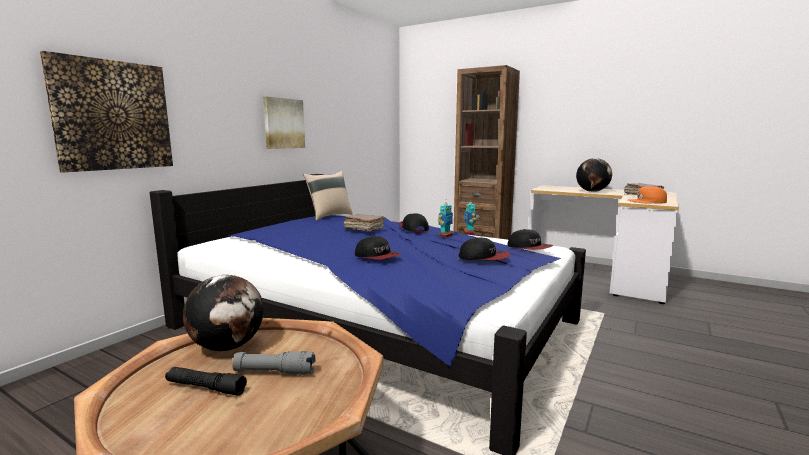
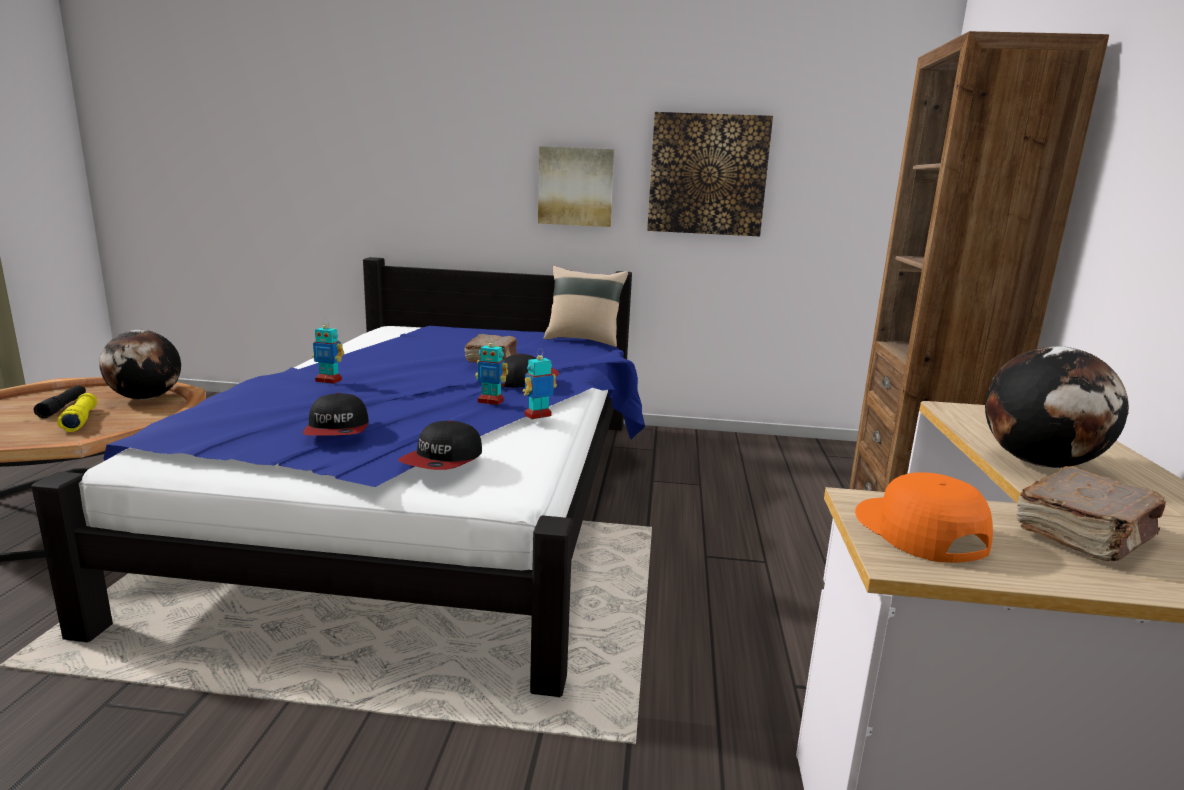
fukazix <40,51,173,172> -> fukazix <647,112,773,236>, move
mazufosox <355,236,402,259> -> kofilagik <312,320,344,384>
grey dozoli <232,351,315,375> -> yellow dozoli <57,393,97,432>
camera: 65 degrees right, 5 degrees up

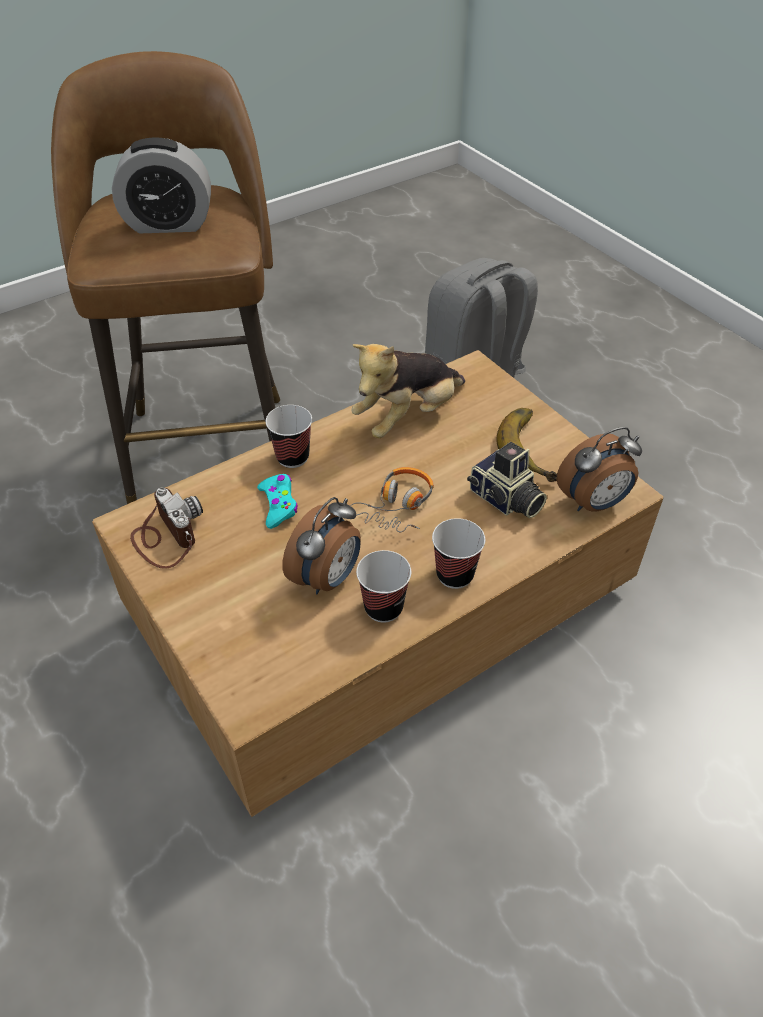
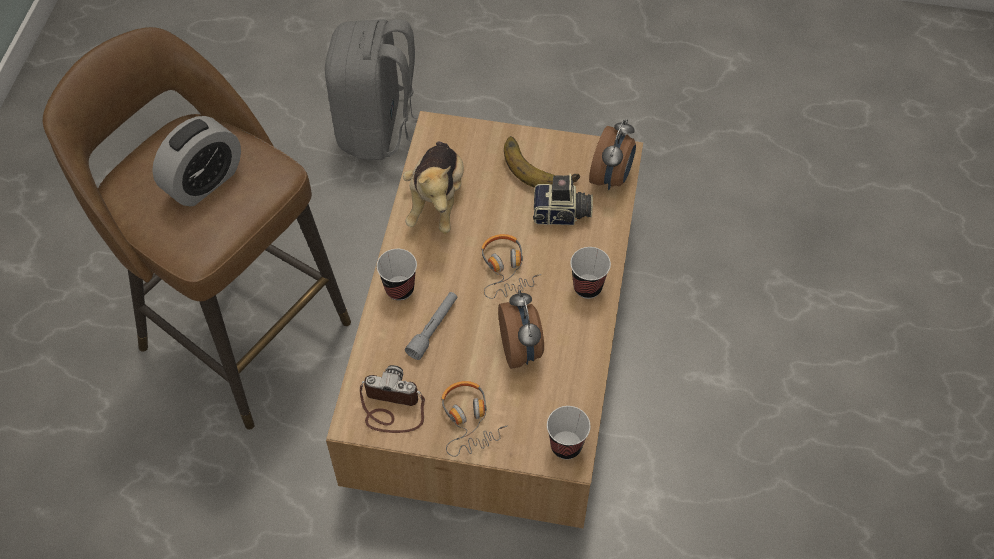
none -> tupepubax <441,381,508,457>
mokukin <356,550,411,622> -> mokukin <547,406,590,459>, move
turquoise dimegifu <257,474,298,529> -> grey dozoli <405,292,457,360>
camera: 45 degrees left, 10 degrees up

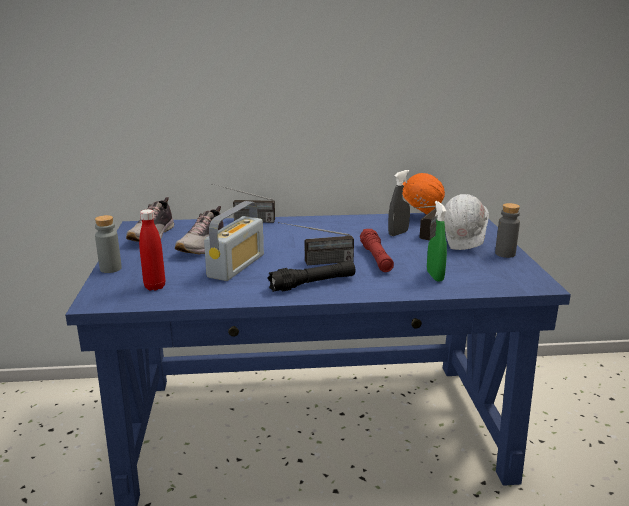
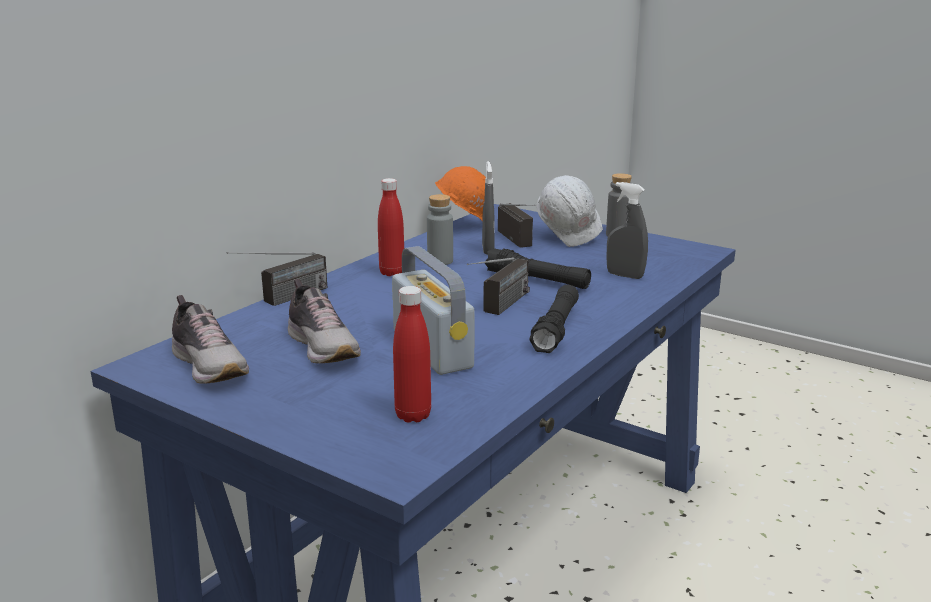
none -> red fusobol <378,178,404,276>
grey fusobol <95,215,122,273> -> grey fusobol <427,194,453,265>, move
red dozoli <360,229,394,272> -> black dozoli <485,248,591,289>
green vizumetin <427,201,447,282> -> grey vizumetin <606,182,648,279>
camera: 50 degrees left, 0 degrees up

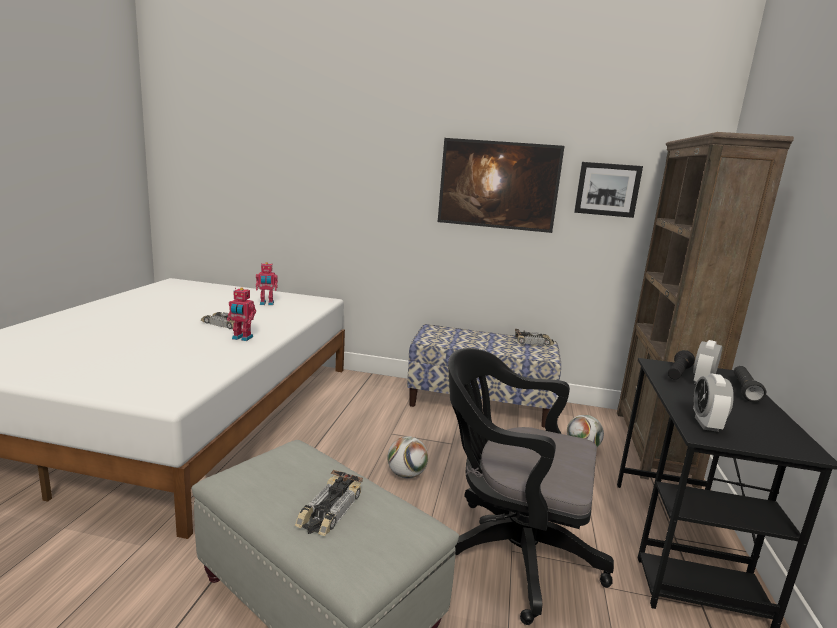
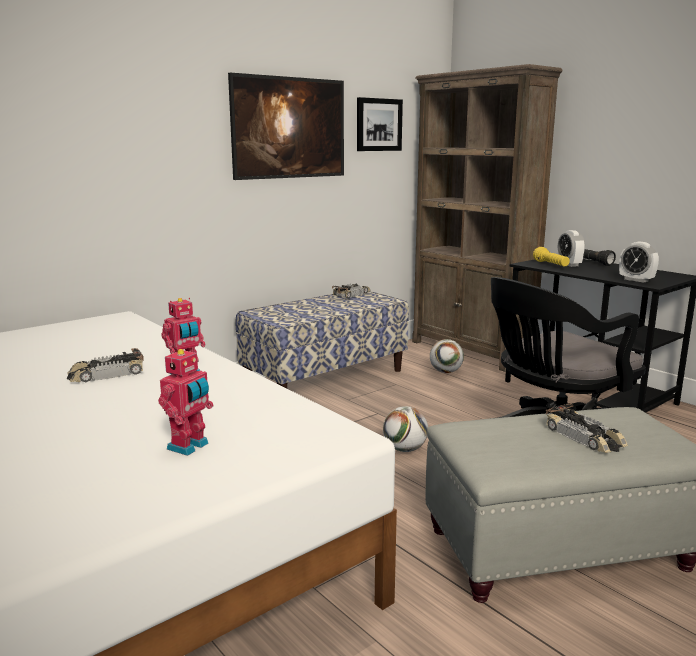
kofilagik <256,262,278,305> -> kofilagik <158,347,213,456>, move
black dozoli <668,350,695,380> -> yellow dozoli <533,247,570,266>
camera: 50 degrees left, 0 degrees up

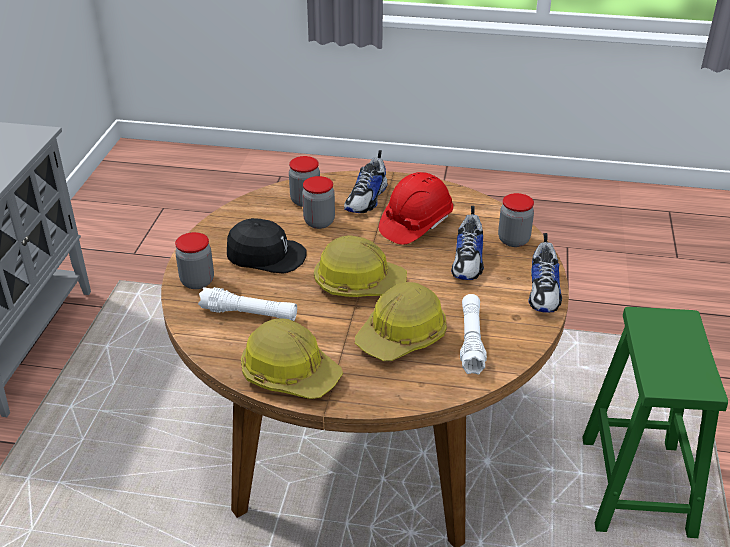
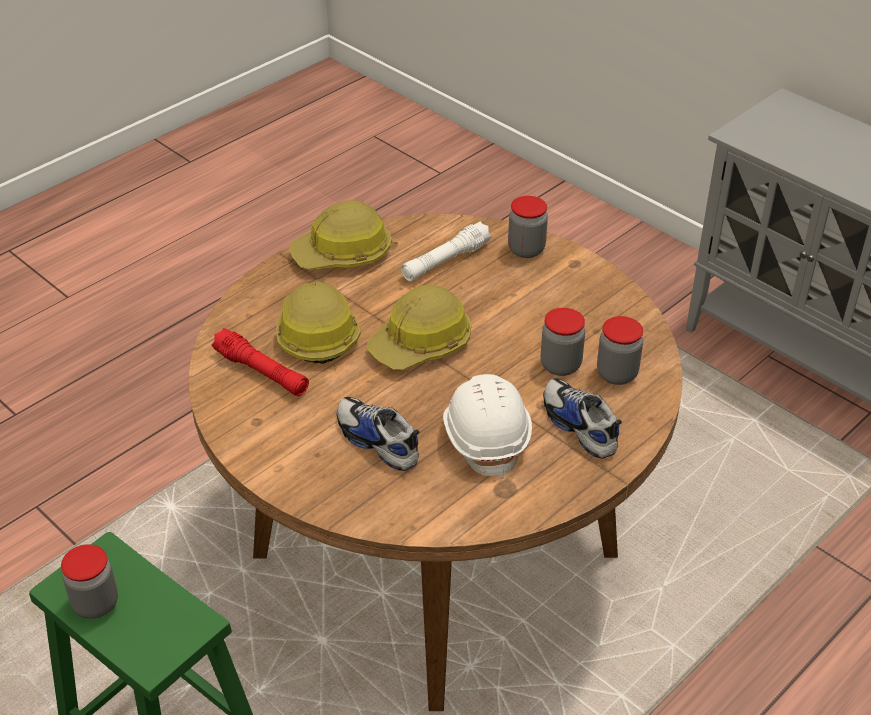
black mazufosox <227,218,307,274> -> none
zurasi <528,233,562,312> -> none
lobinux <498,193,534,247> -> lobinux <61,544,118,619>, move
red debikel <379,172,453,245> -> white debikel <443,374,532,479>
white dozoli <460,294,487,375> -> red dozoli <212,328,309,396>
camera: 125 degrees right, 5 degrees up

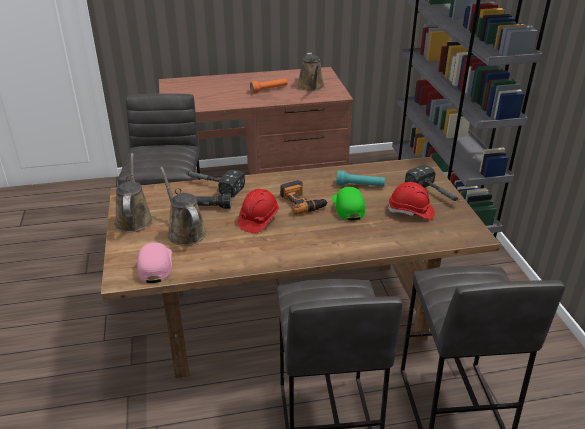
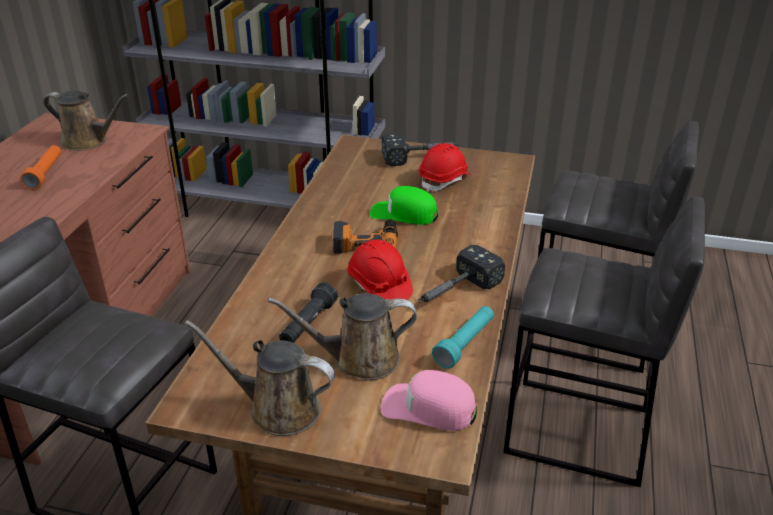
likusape <185,170,245,197> -> likusape <418,245,505,303>, move
turquoise dozoli <336,170,385,186> -> turquoise dozoli <432,306,494,369>, move
camera: 65 degrees left, 0 degrees up

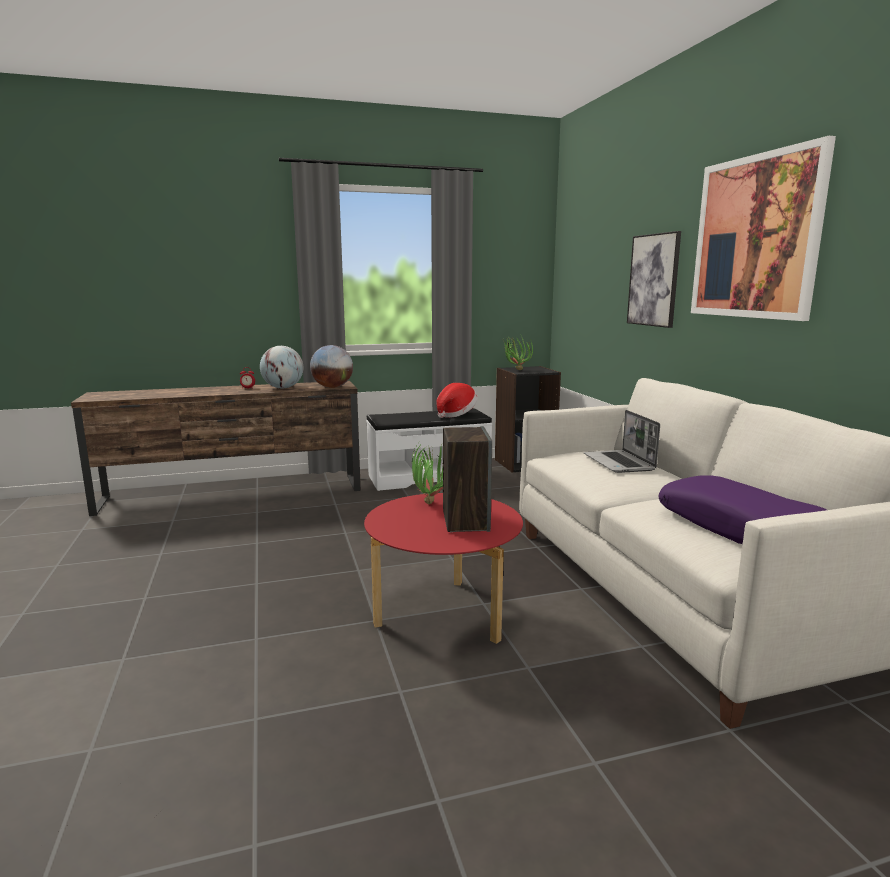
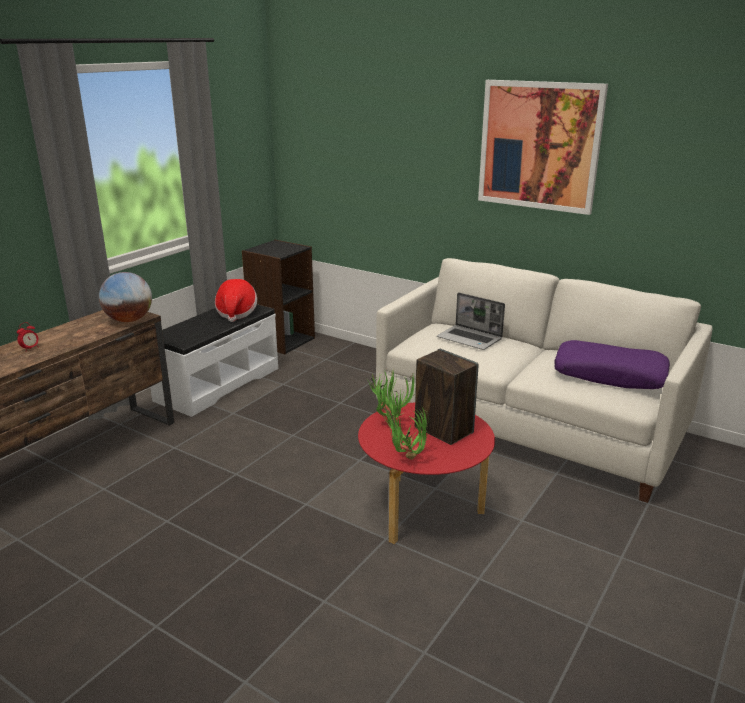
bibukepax <260,346,303,388> -> none
fukazix <627,231,681,328> -> none
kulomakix <504,337,533,370> -> kulomakix <381,404,428,460>, move
camera: 40 degrees left, 10 degrees up

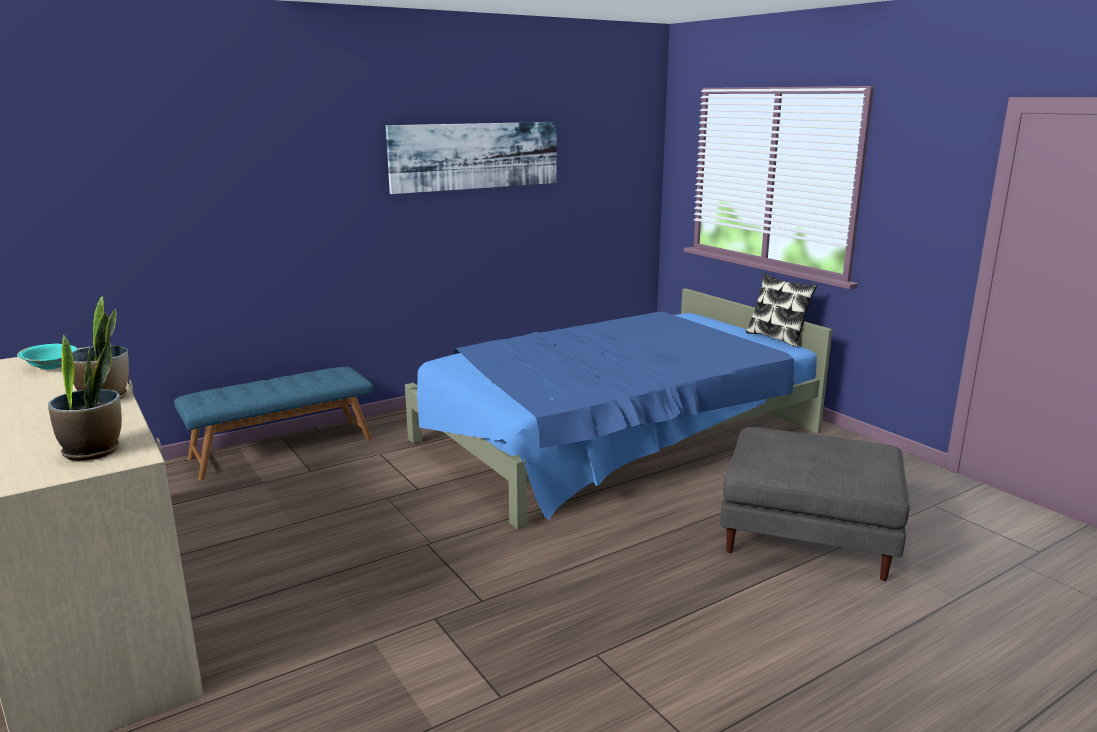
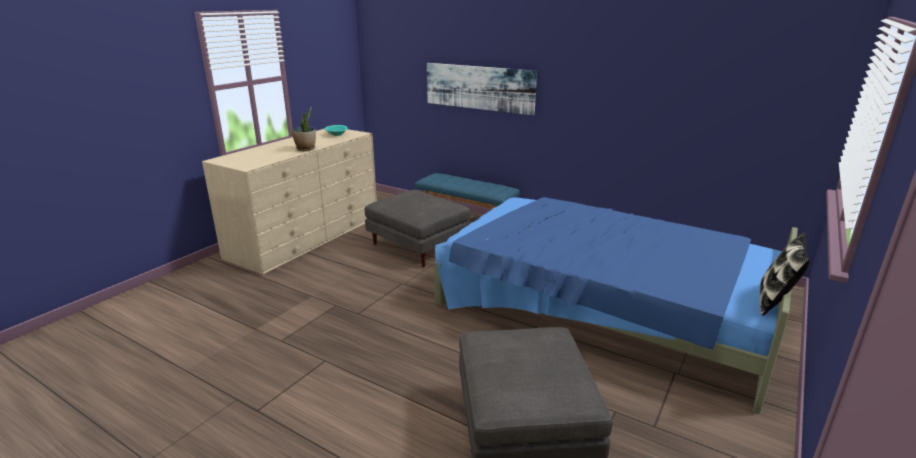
kulomakix <48,334,122,461> -> none
none -> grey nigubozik <365,190,470,267>
fukazix <386,122,557,194> -> fukazix <427,63,537,115>, move
camera: 65 degrees right, 5 degrees up

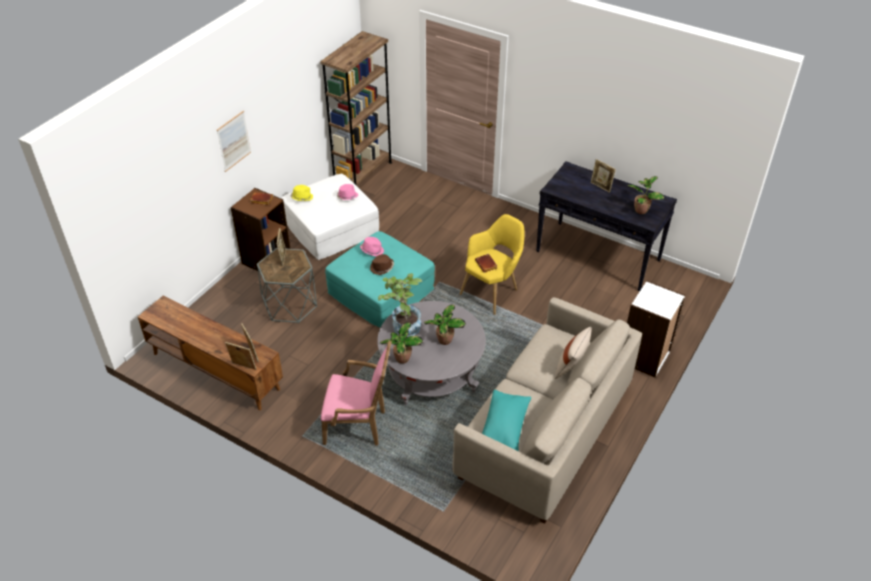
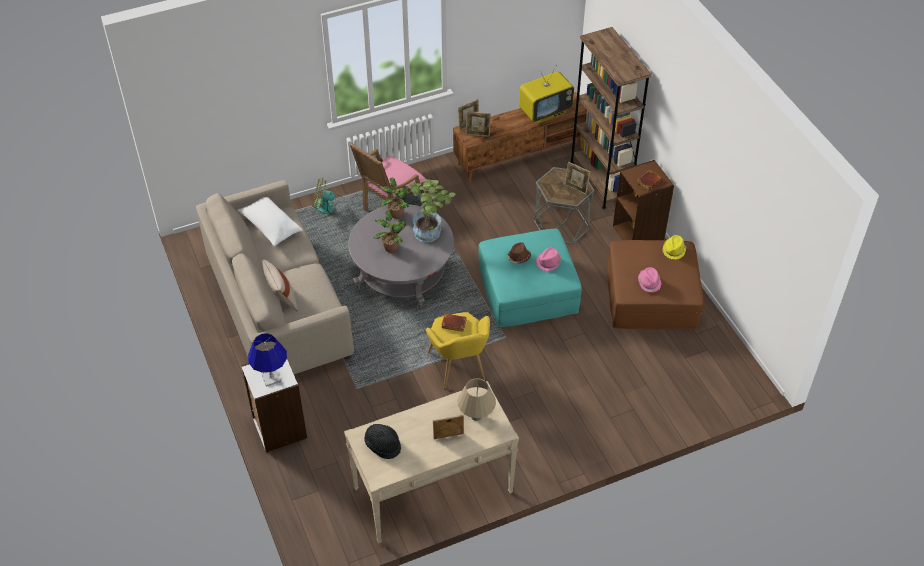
fukazix <217,111,251,172> -> none
none -> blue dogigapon <248,333,287,387>
none -> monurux <313,178,346,215>
none -> beige dogigapon <457,378,496,421>
none -> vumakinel <519,65,574,124>
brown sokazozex <320,31,392,186> -> brown sokazozex <570,27,652,209>, move
kulomakix <627,176,665,214> -> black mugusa <364,424,401,459>
white nigubozik <281,174,379,260> -> brown nigubozik <607,240,704,330>
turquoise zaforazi <482,390,531,451> -> white zaforazi <237,197,303,246>
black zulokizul <536,161,677,292> -> beige zulokizul <344,381,519,544>
camera: 125 degrees right, 5 degrees up

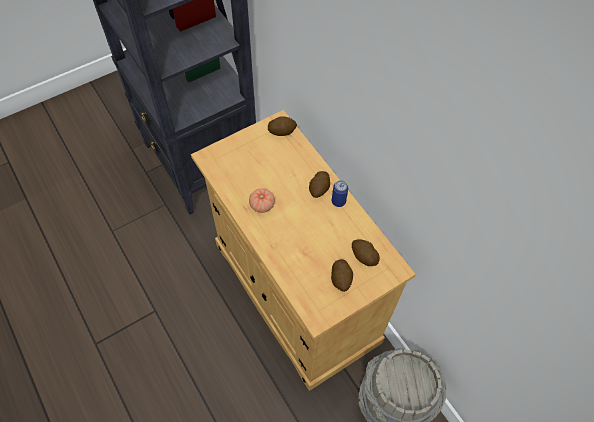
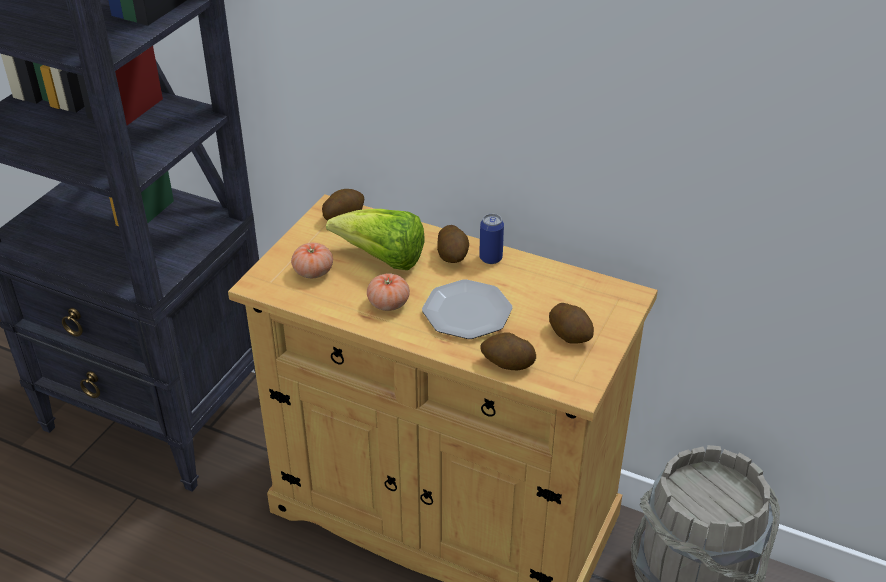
none -> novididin <291,243,333,278>
none -> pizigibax <326,209,425,270>
none -> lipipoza <422,279,512,339>
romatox <352,239,380,266> -> romatox <481,332,536,370>, move
camera: 30 degrees left, 20 degrees down

